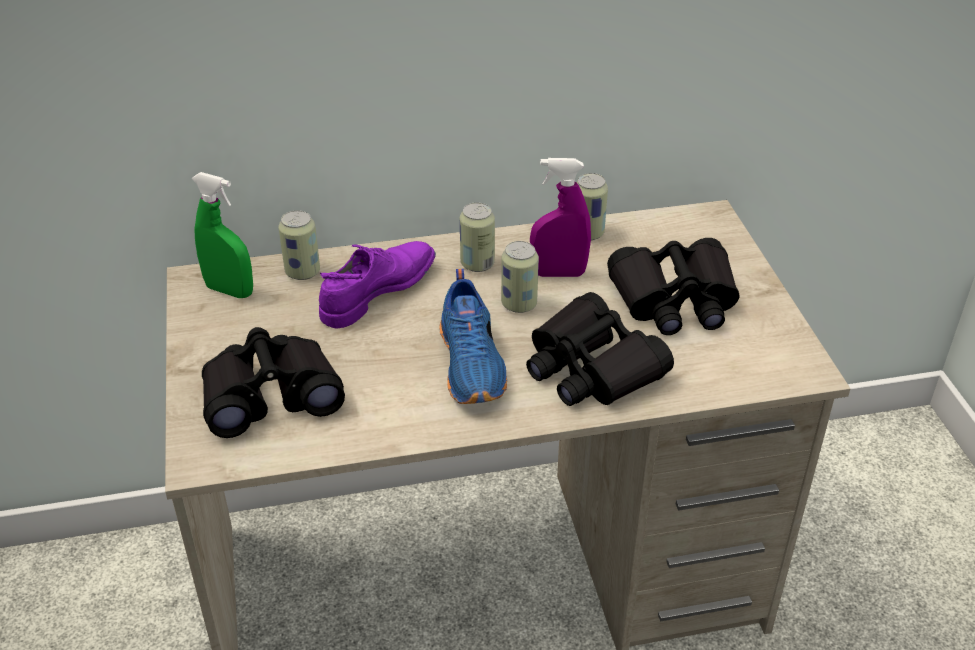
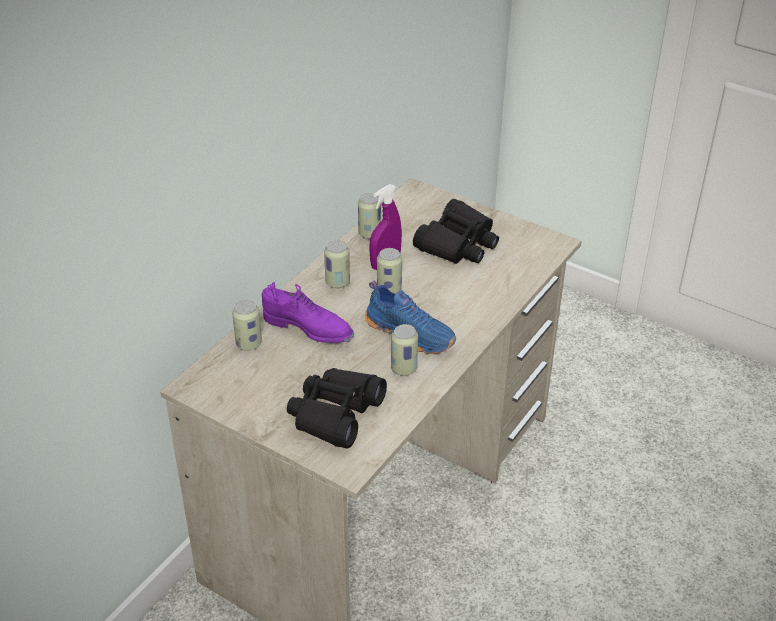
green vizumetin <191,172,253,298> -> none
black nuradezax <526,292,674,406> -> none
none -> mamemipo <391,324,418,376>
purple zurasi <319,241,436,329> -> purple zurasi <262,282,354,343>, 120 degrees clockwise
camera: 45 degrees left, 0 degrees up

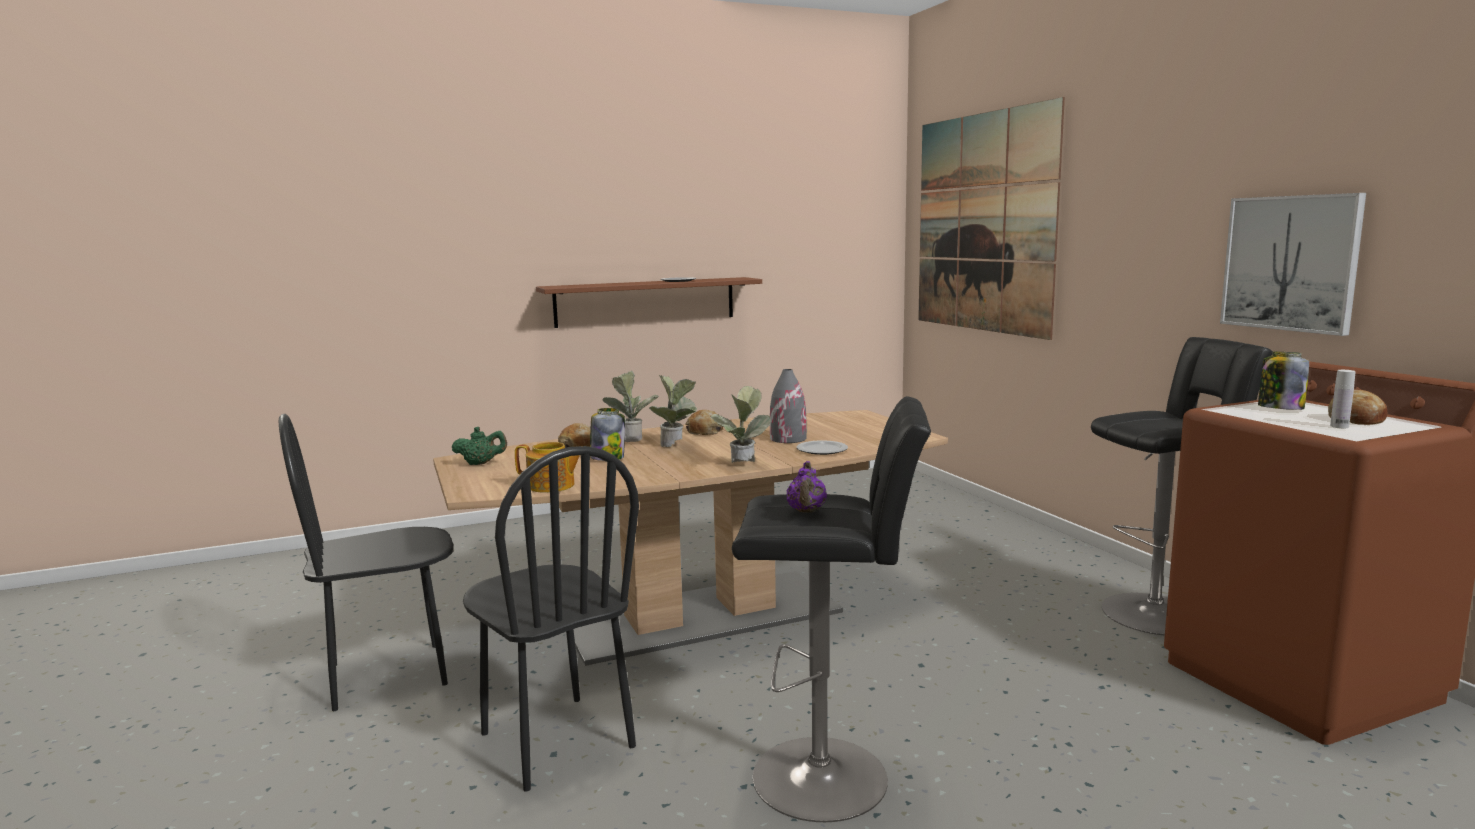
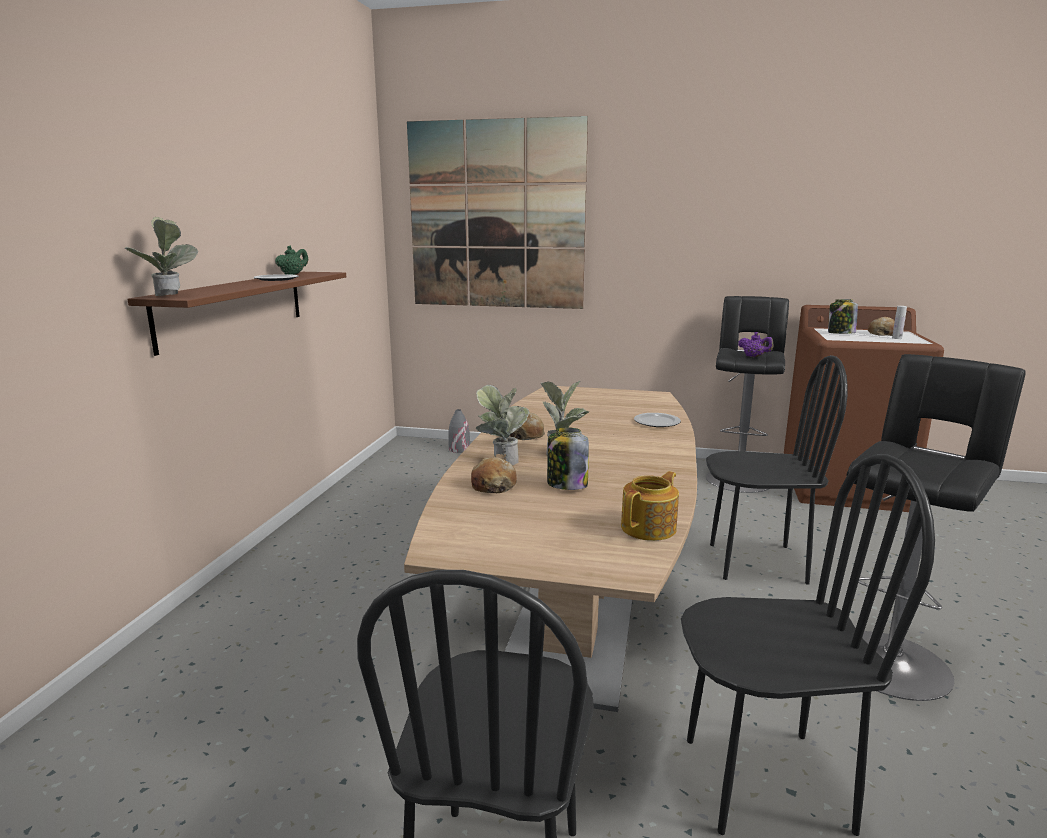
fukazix <1220,193,1366,336> -> none
none -> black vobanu <706,355,848,585>
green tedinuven <452,427,507,465> -> green tedinuven <275,246,308,275>, move
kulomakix <710,386,771,463> -> kulomakix <124,217,198,296>, move
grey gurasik <770,369,807,443> -> grey gurasik <448,409,470,453>, move
purple tedinuven <787,461,827,513> -> purple tedinuven <738,332,774,357>, move
camera: 55 degrees left, 5 degrees up

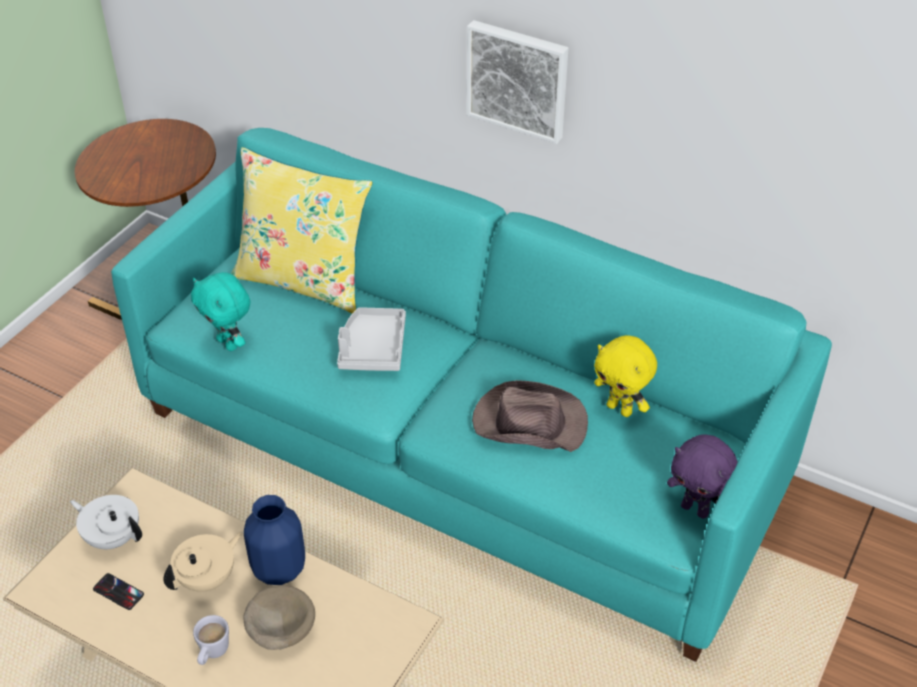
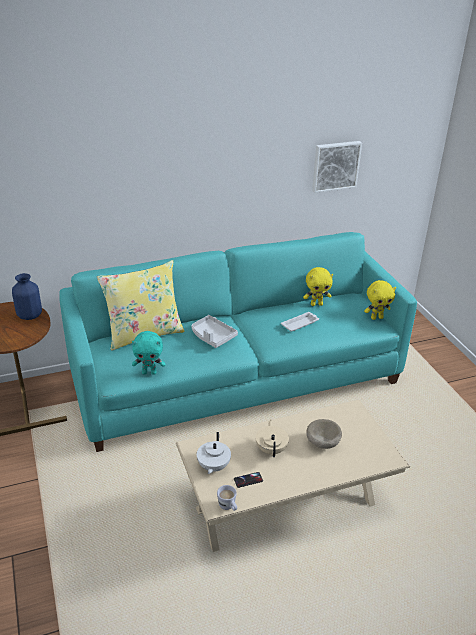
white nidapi <193,615,229,665> -> white nidapi <217,485,237,511>, move
blue gurasik <244,495,305,585> -> blue gurasik <12,273,42,320>, move
fukazix <467,20,569,144> -> fukazix <312,141,362,193>, move
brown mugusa <472,380,588,452> -> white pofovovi <281,312,319,331>
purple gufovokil <667,434,737,519> -> yellow gufovokil <364,280,396,320>
white tedinuven <70,495,142,549> -> white tedinuven <197,432,231,474>, 60 degrees counterclockwise
camera: 50 degrees left, 10 degrees down

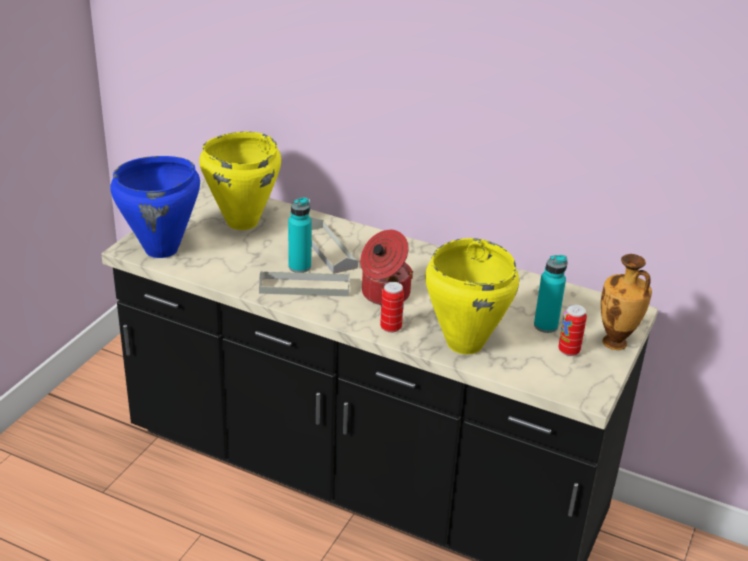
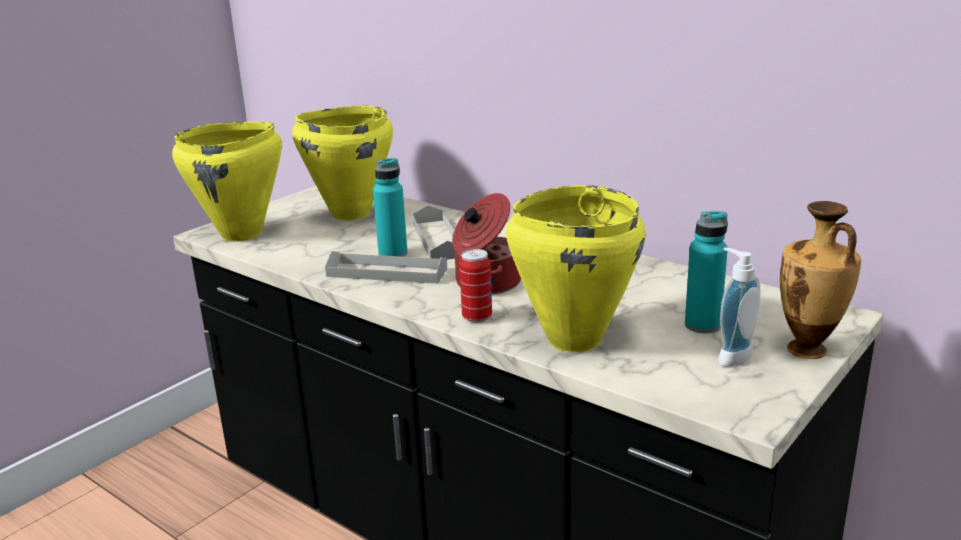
mamemipo <558,304,587,356> -> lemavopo <718,247,760,367>
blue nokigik <110,156,200,258> -> yellow nokigik <172,122,282,242>
camera: 15 degrees right, 10 degrees down

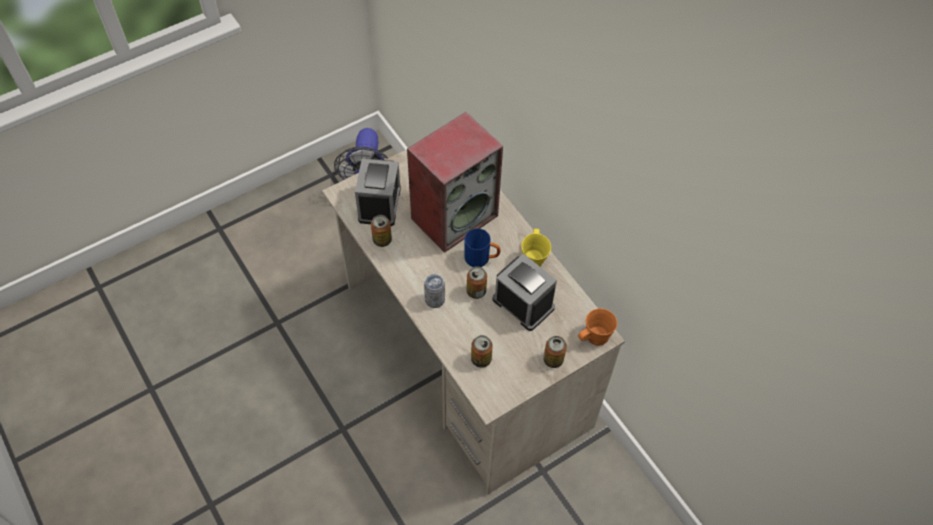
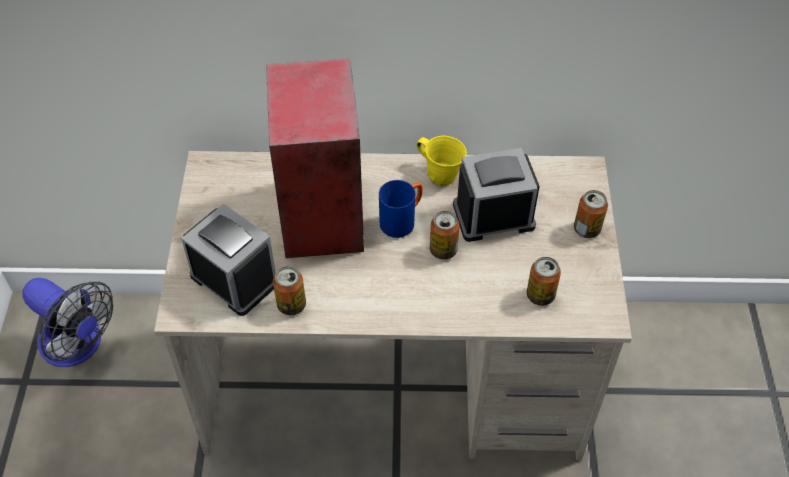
mamemipo <424,274,445,308> -> none
orange nidapi <578,308,617,346> -> none
camera: 55 degrees left, 5 degrees down

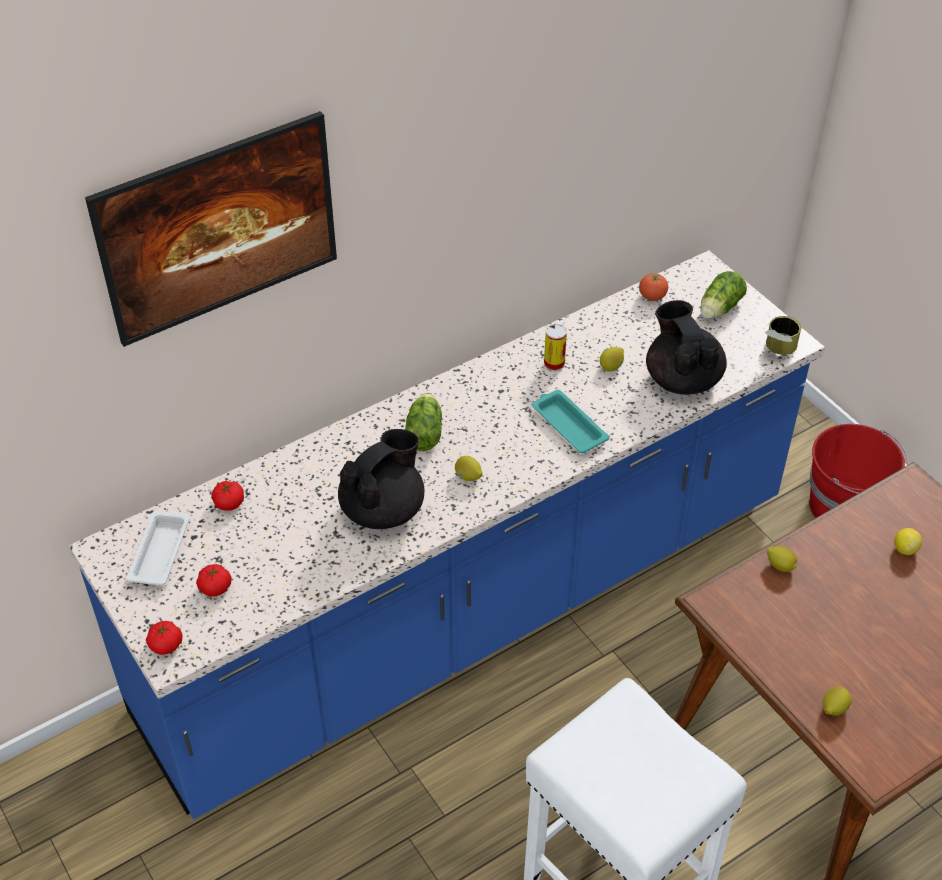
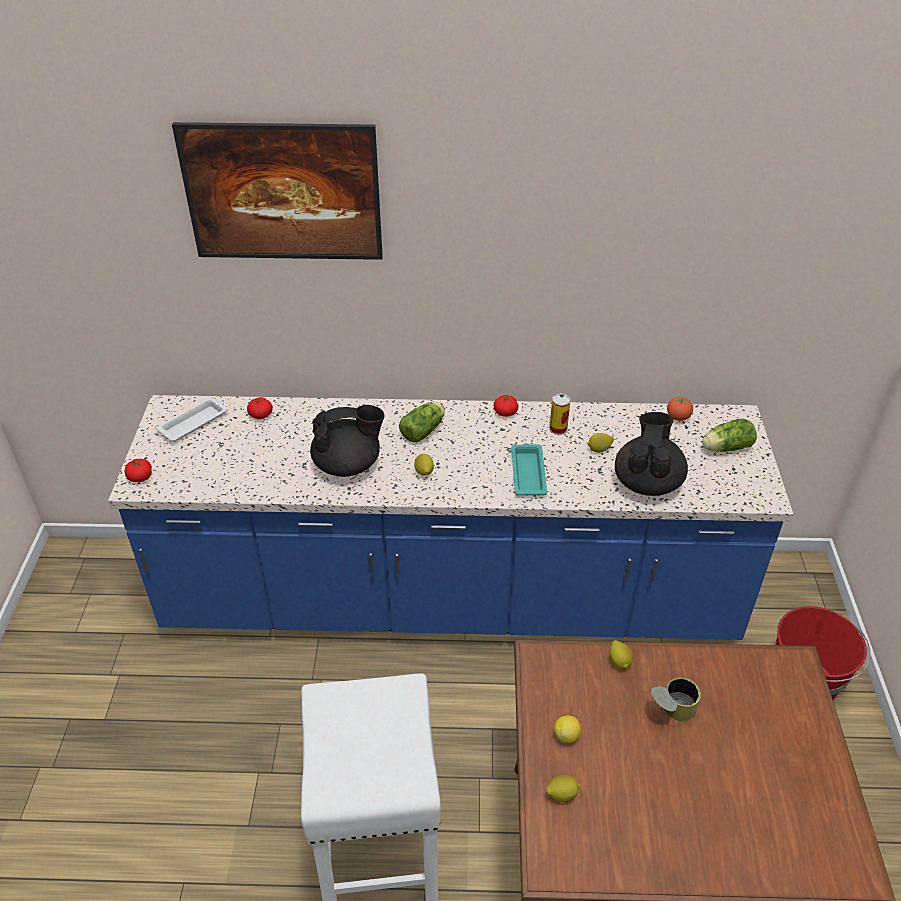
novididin <196,564,232,597> -> novididin <494,395,519,417>, move
mamemipo <766,316,801,355> -> mamemipo <651,677,701,721>, move
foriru <894,528,922,555> -> foriru <554,715,581,744>, move
camera: 35 degrees right, 5 degrees down

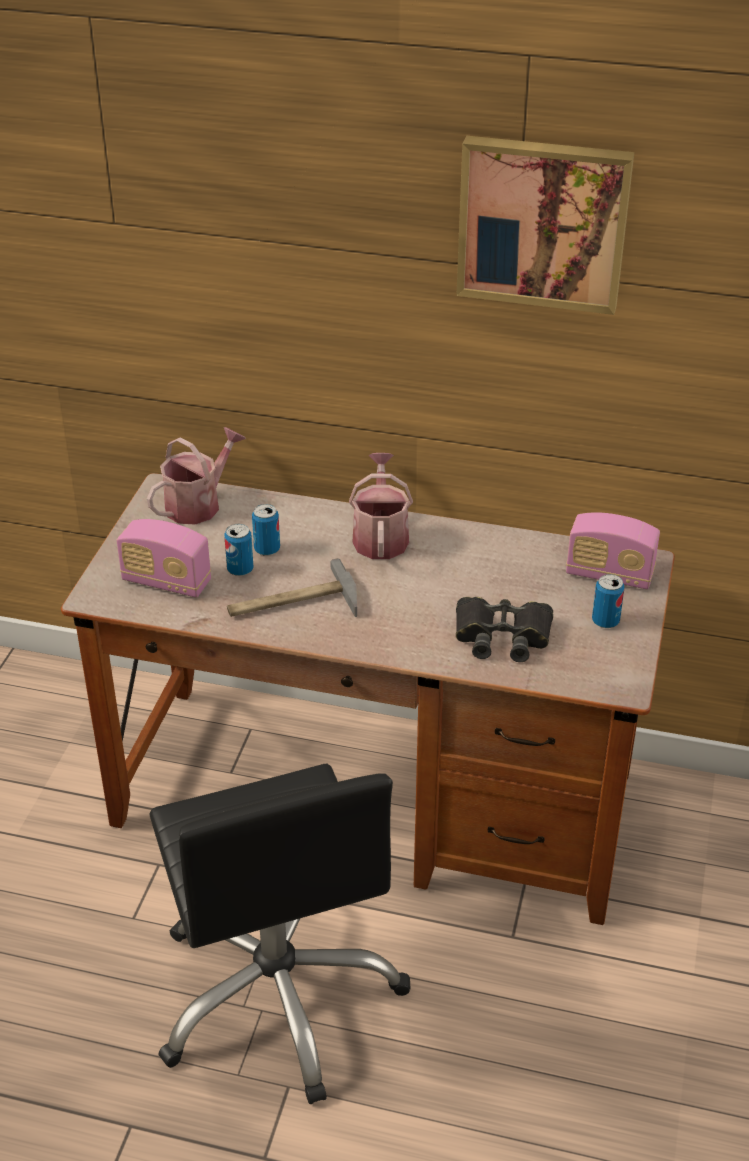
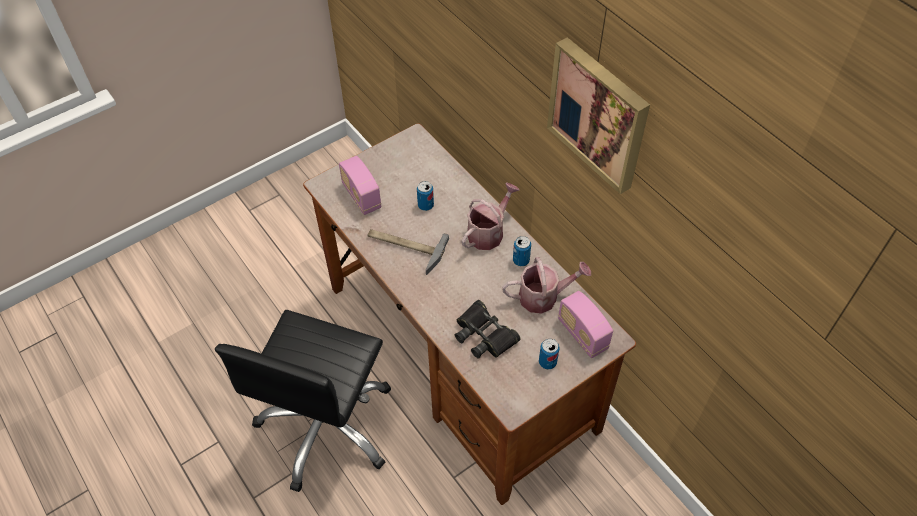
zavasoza <147,427,246,524> -> zavasoza <502,257,591,314>, move
mamemipo <224,524,254,576> -> mamemipo <513,236,531,266>, move
camera: 40 degrees right, 15 degrees up

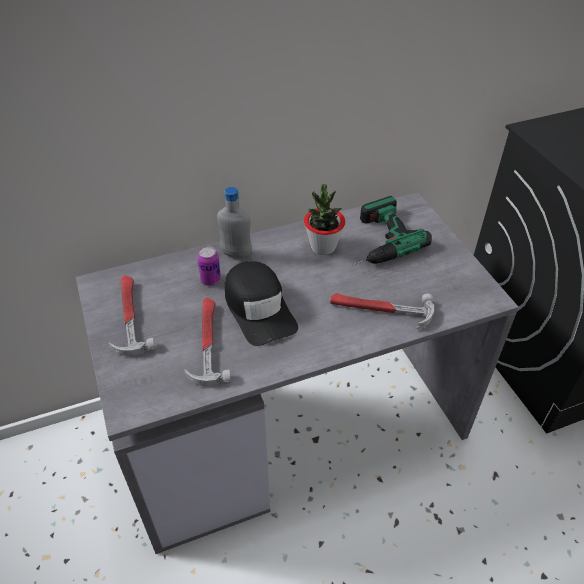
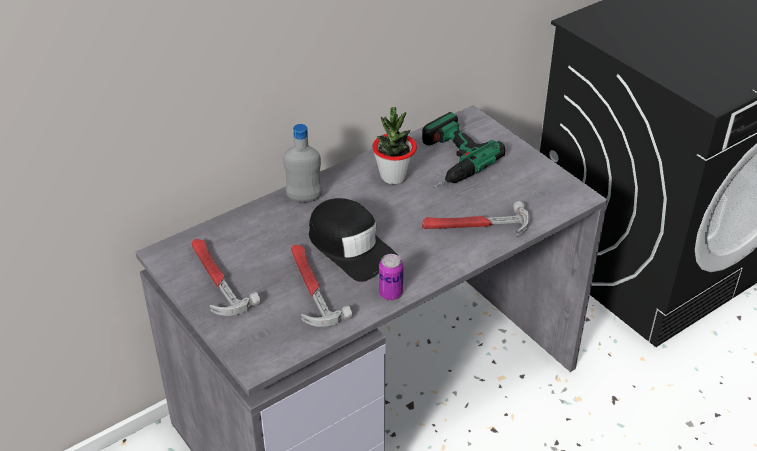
mamemipo <197,246,221,286> -> mamemipo <379,254,403,300>, move
camera: 15 degrees left, 5 degrees down

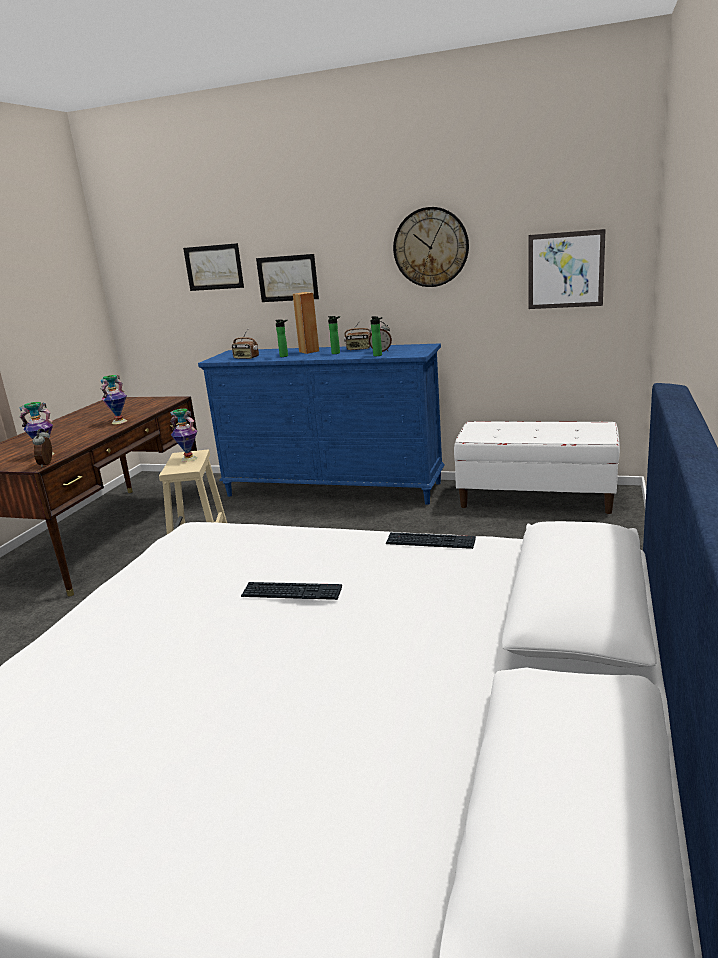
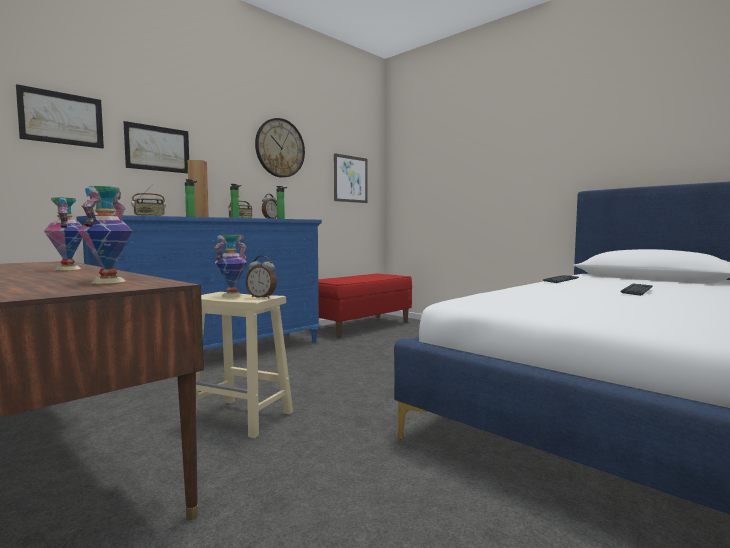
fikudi <32,429,52,467> -> fikudi <246,255,277,298>, move
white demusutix <454,421,620,514> -> red demusutix <309,273,412,338>
camera: 65 degrees left, 15 degrees down

